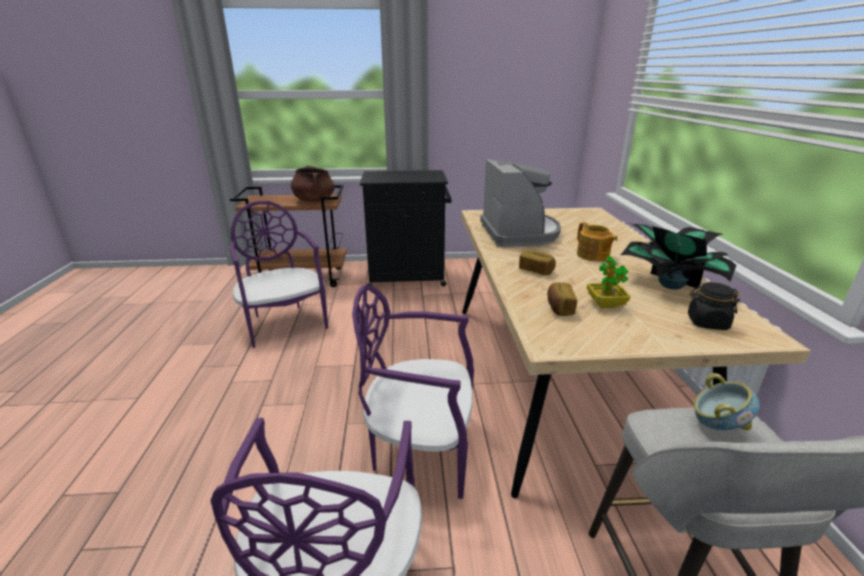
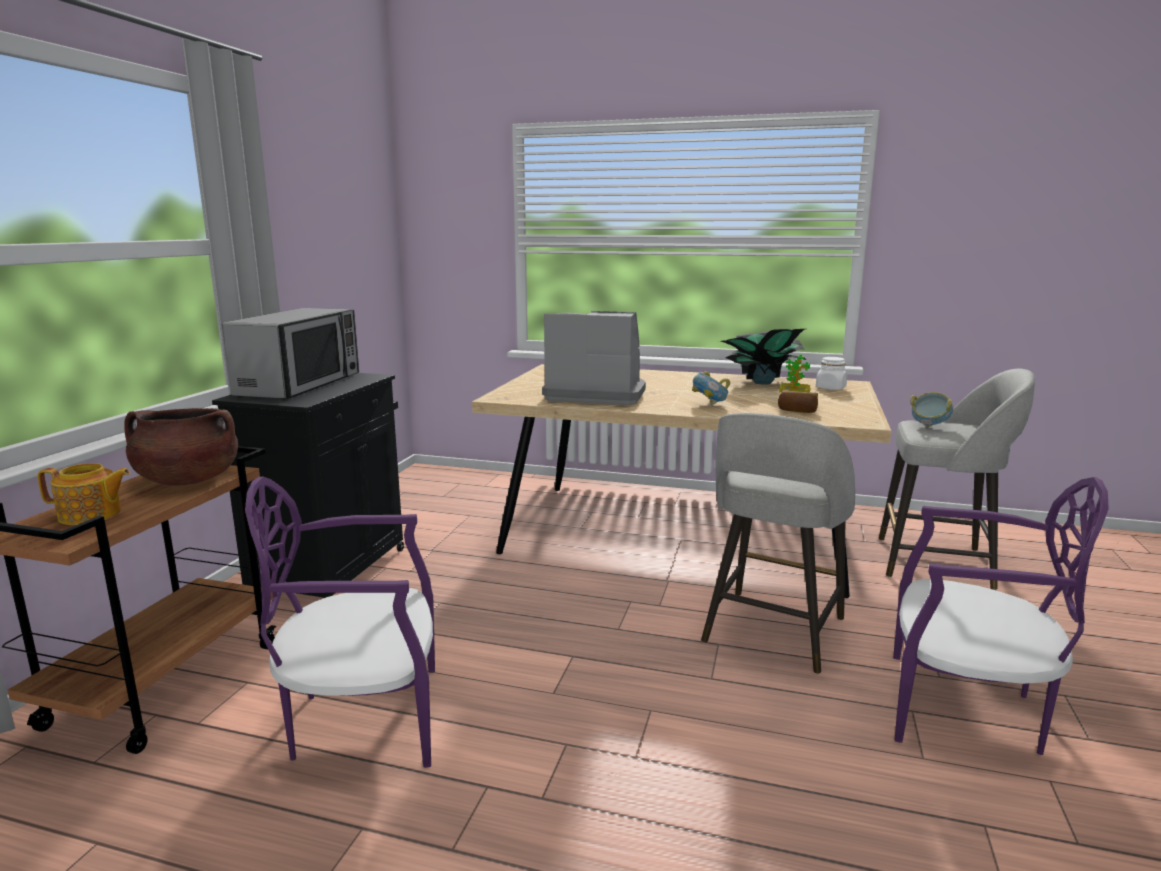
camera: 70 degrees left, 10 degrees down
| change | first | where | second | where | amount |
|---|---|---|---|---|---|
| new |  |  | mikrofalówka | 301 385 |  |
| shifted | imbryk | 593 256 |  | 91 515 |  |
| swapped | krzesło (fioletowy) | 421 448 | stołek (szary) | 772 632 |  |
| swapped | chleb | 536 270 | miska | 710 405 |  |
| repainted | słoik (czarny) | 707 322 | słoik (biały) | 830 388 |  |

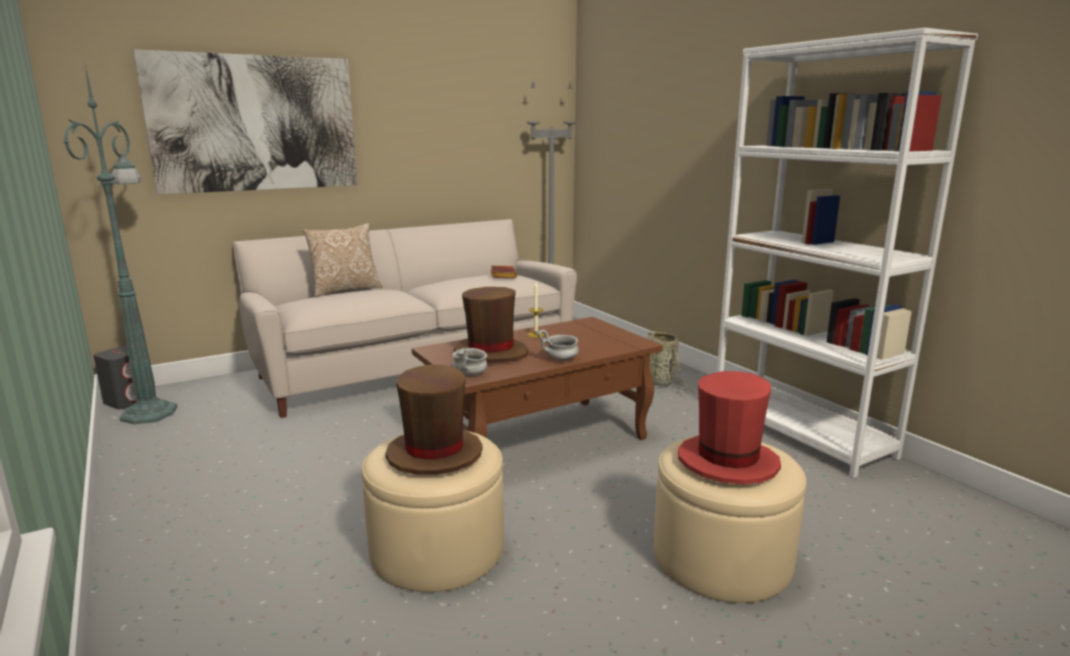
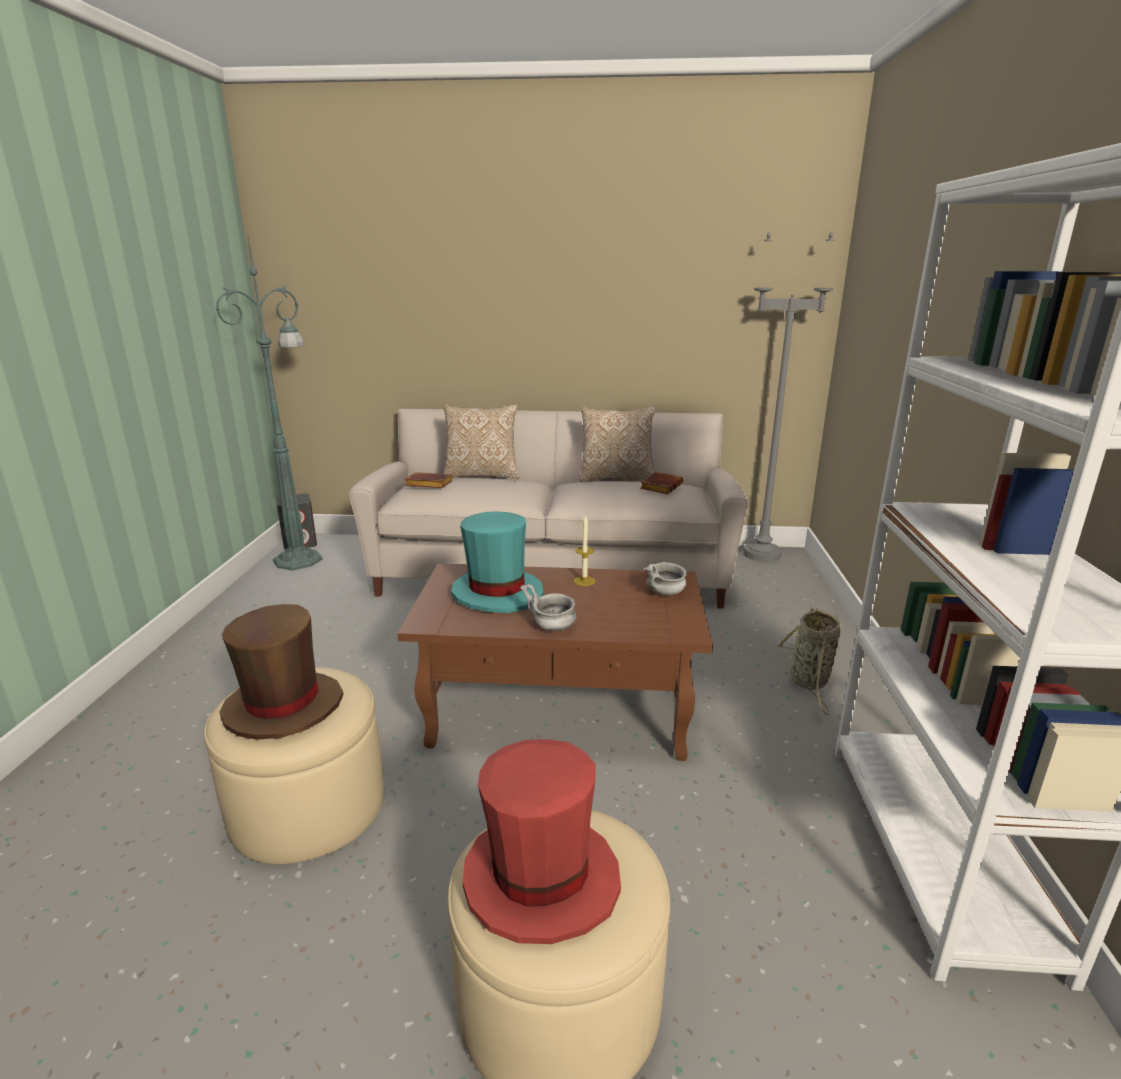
camera: 35 degrees right, 5 degrees up
| change | first | where | second | where | amount |
|---|---|---|---|---|---|
| gone | obraz | 255 123 |  |  |  |
| new |  |  | książka (brązowy) | 427 485 |  |
| new |  |  | poduszka | 616 478 |  |
| shifted | miska (szary) | 470 375 |  | 664 593 |  |
| repainted | kapelusz (brązowy) | 491 352 | kapelusz (turkusowy) | 497 593 |  |

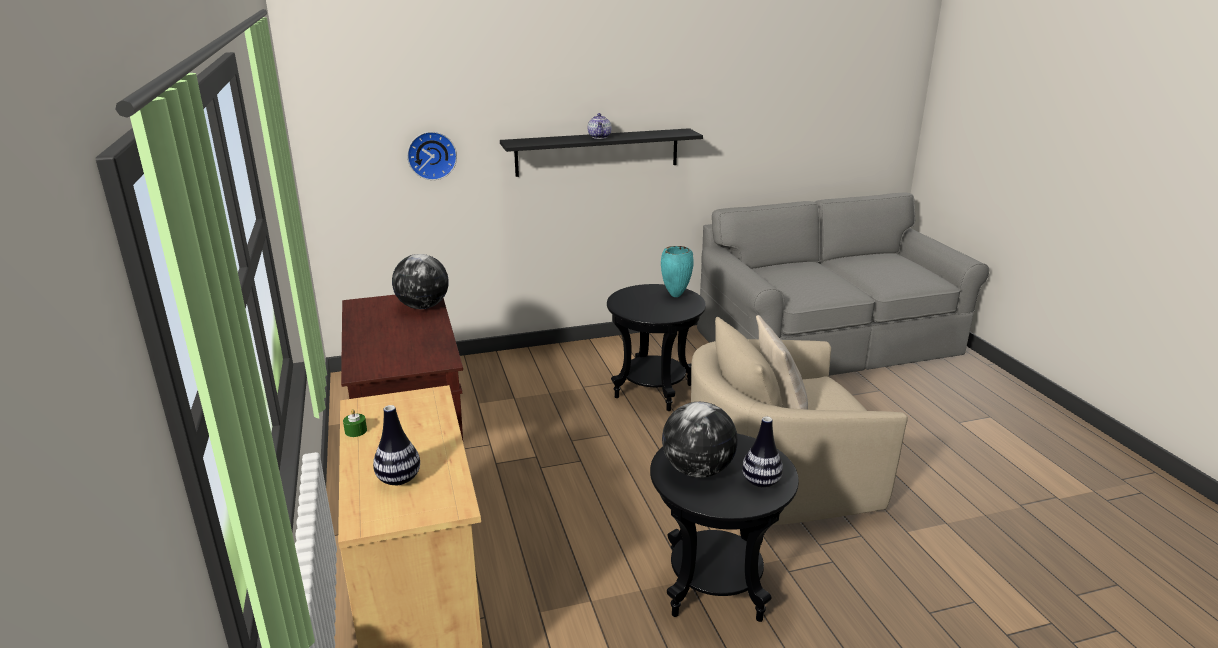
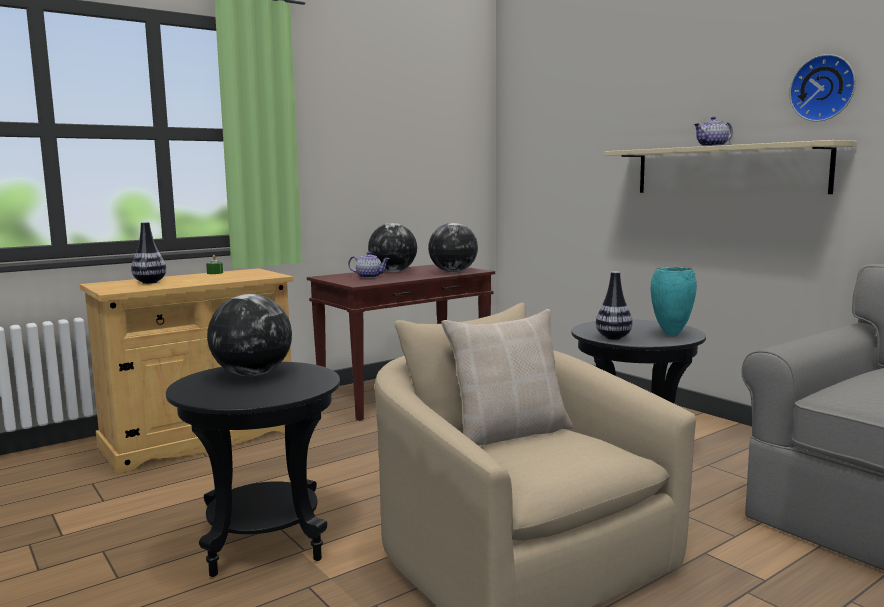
camera: 70 degrees right, 15 degrees down
| change | first | where | second | where | amount |
|---|---|---|---|---|---|
| new |  |  | imbryk | 369 277 |  |
| new |  |  | globus | 393 271 |  |
| shifted | zegar ścienny | 431 155 |  | 824 88 |  |
| shifted | wazon | 760 482 |  | 613 338 |  |
| repainted | półka (czarny) | 597 152 | półka (beżowy) | 727 170 |  |

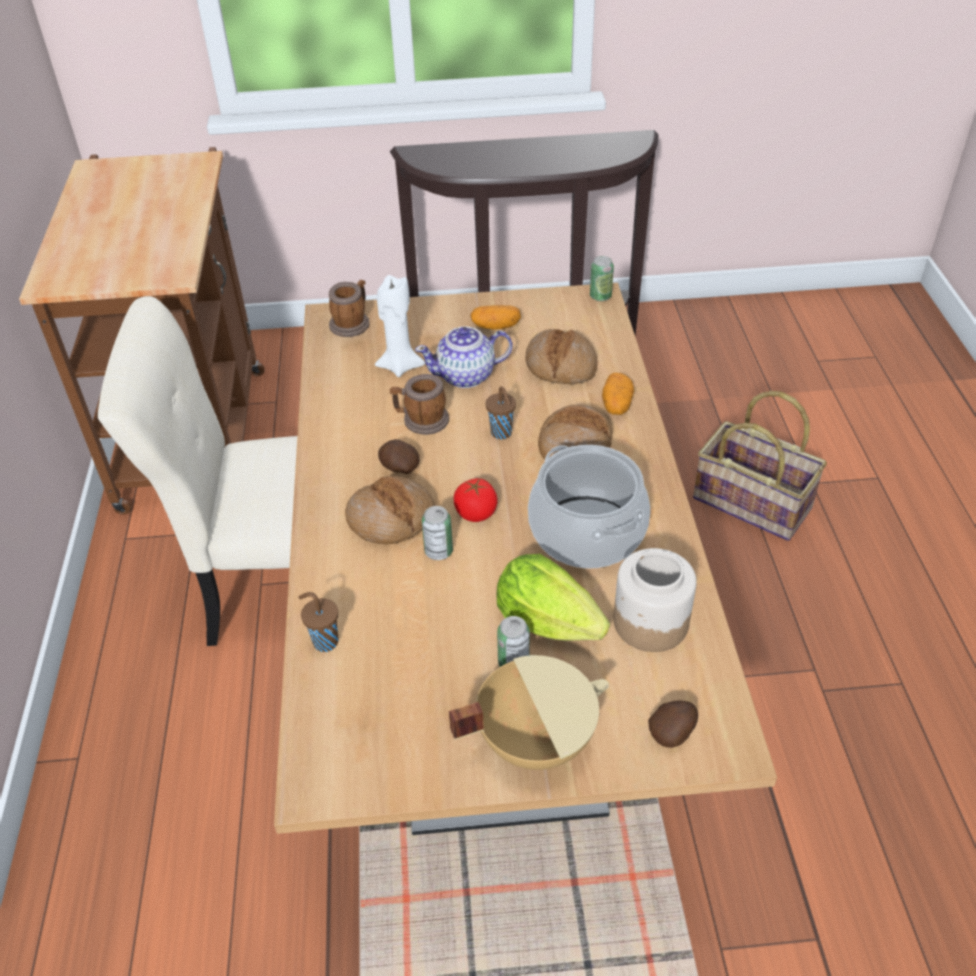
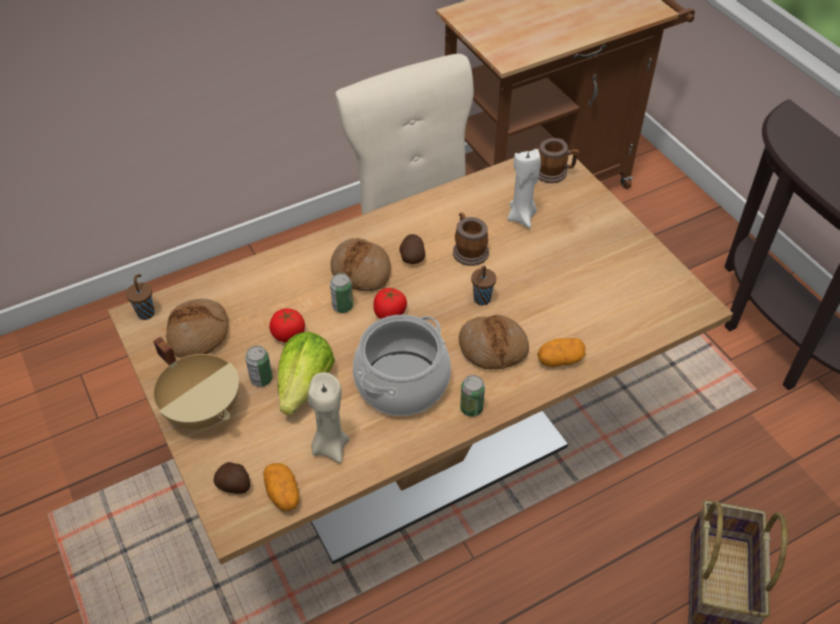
camera: 65 degrees right, 5 degrees up
| change | first | where | second | where | amount |
|---|---|---|---|---|---|
| gone | imbryk | 466 376 |  |  |  |
| new |  |  | pomidor | 288 334 |  |
| shifted | filiżanka (brązowy) | 324 641 |  | 146 312 |  |
| shifted | ziemniak | 495 326 |  | 283 494 |  |
| shifted | chleb | 561 366 |  | 199 334 |  |
| shifted | puszka | 600 296 |  | 471 408 |  |
| swapped | słoik | 649 622 | świeca (beżowy) | 330 446 |  |

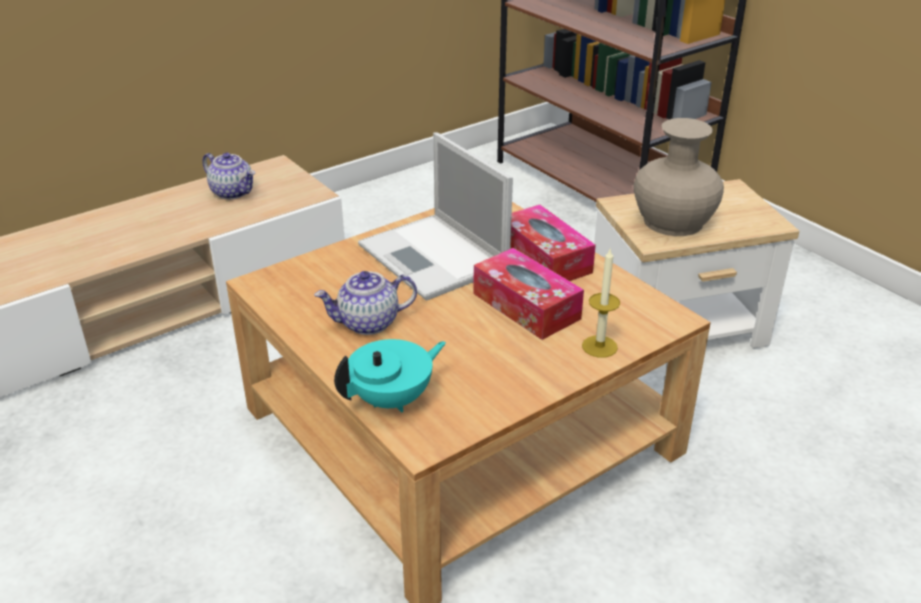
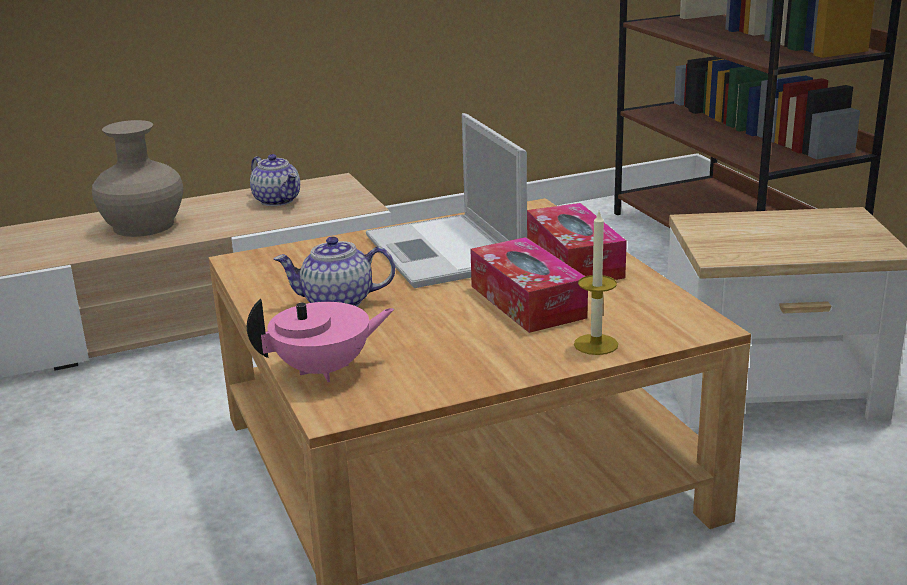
camera: 15 degrees right, 10 degrees down
| change | first | where | second | where | amount |
|---|---|---|---|---|---|
| shifted | wazon (beżowy) | 673 221 |  | 143 225 |  |
| repainted | imbryk (turkusowy) | 393 399 | imbryk (różowy) | 324 370 |  |

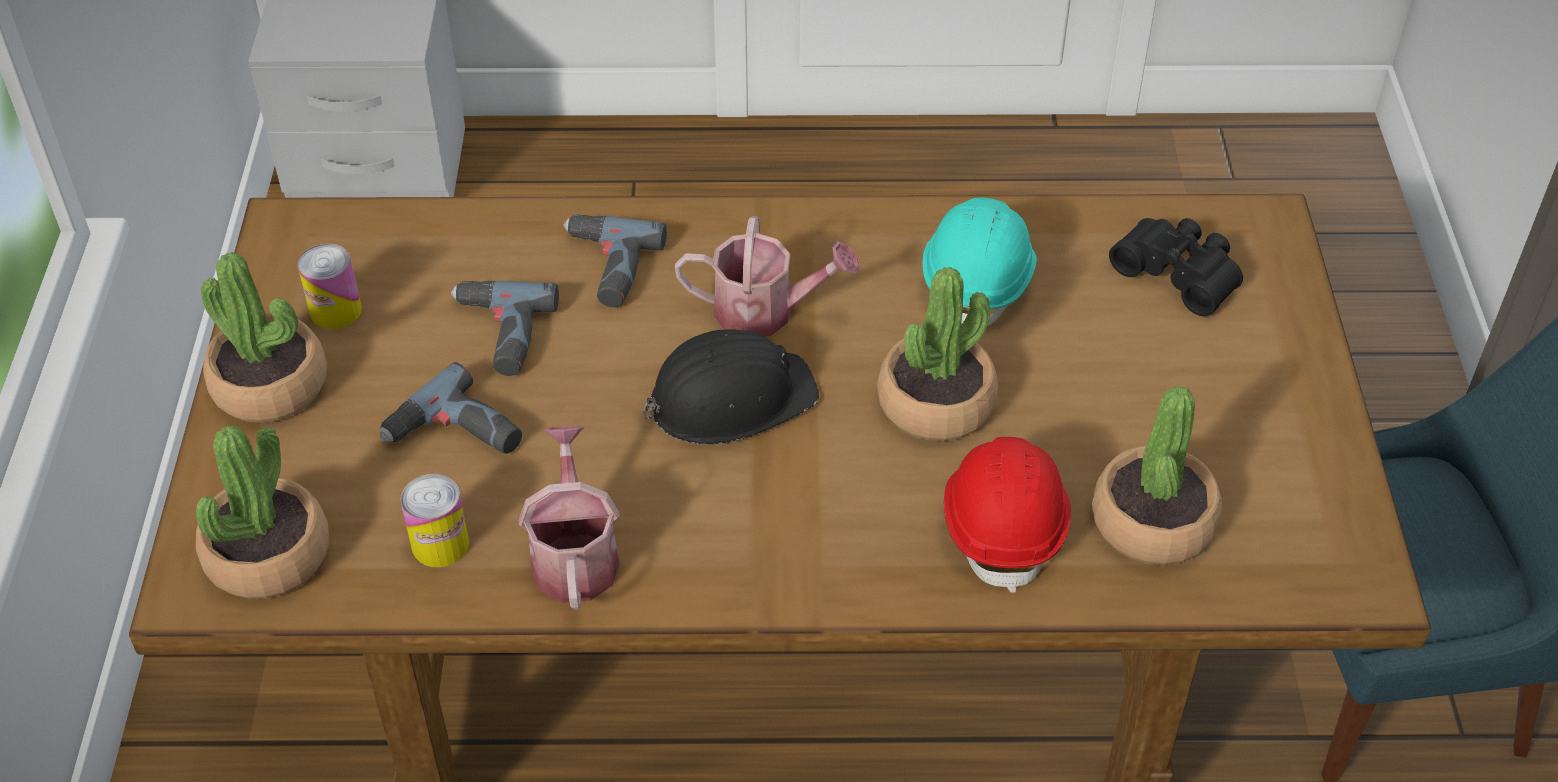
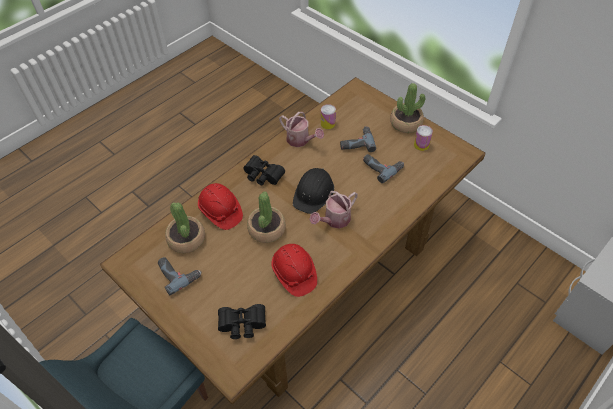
camera: 135 degrees right, 5 degrees up
| change | first | where | second | where | amount |
|---|---|---|---|---|---|
| gone | roślina doniczkowa | 268 555 |  |  |  |
| new |  |  | lornetka (czarny) | 262 176 |  |
| shifted | wiertarka | 605 268 |  | 178 273 |  |
| repainted | kask (turkusowy) | 979 281 | kask (czerwony) | 294 274 |  |

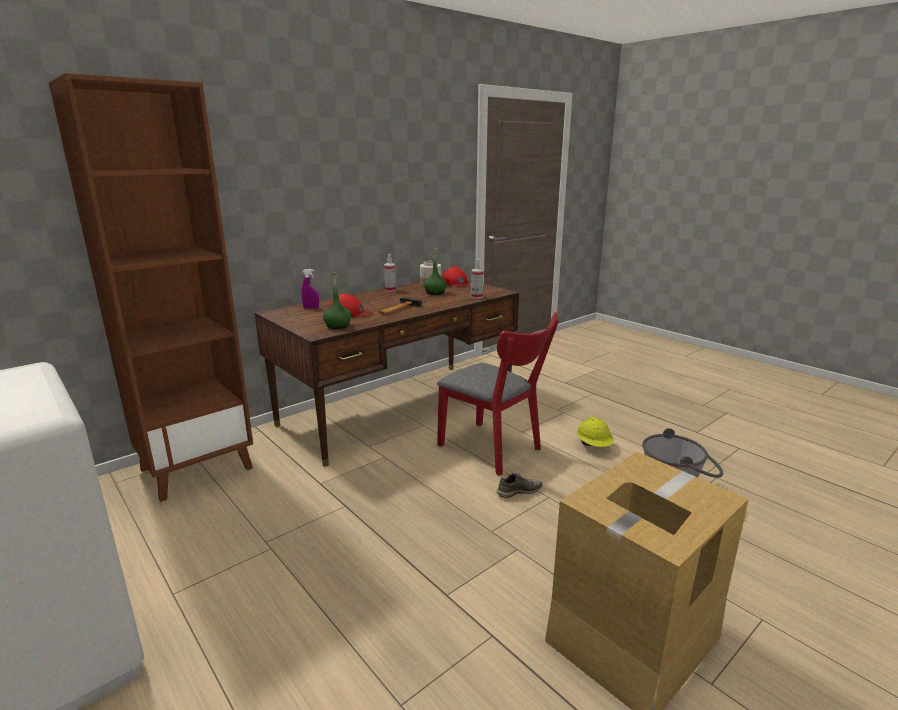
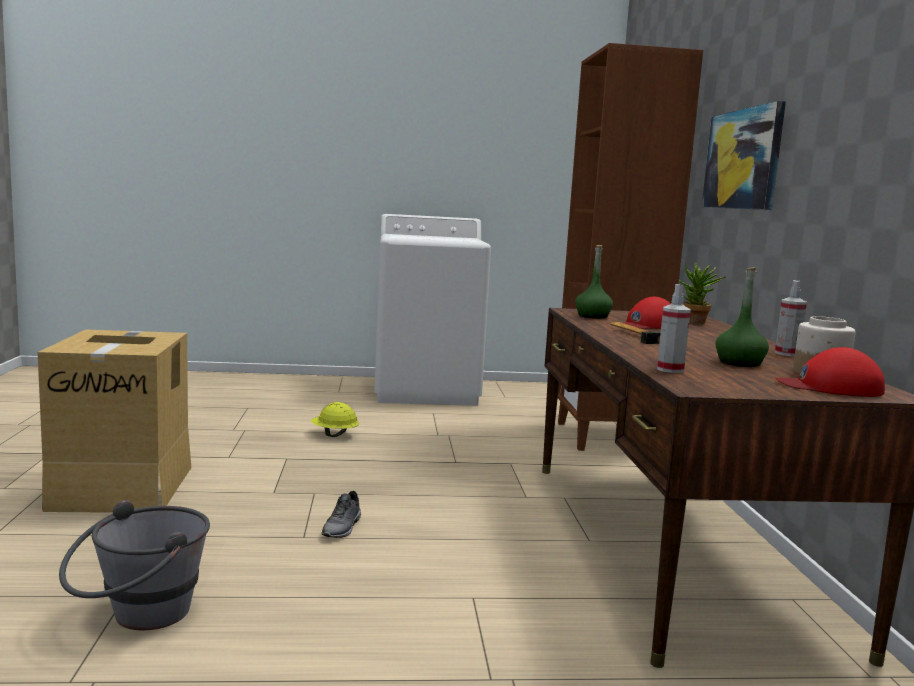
camera: 125 degrees right, 10 degrees down
| change | first | where | second | where | amount |
|---|---|---|---|---|---|
| gone | krzesło (czerwony) | 495 450 |  |  |  |
| new |  |  | obraz | 743 159 |  |
| shifted | kask (żółty) | 594 446 |  | 334 435 |  |
| swapped | spryskiwacz (fioletowy) | 311 308 | roślina doniczkowa | 695 322 |  |

